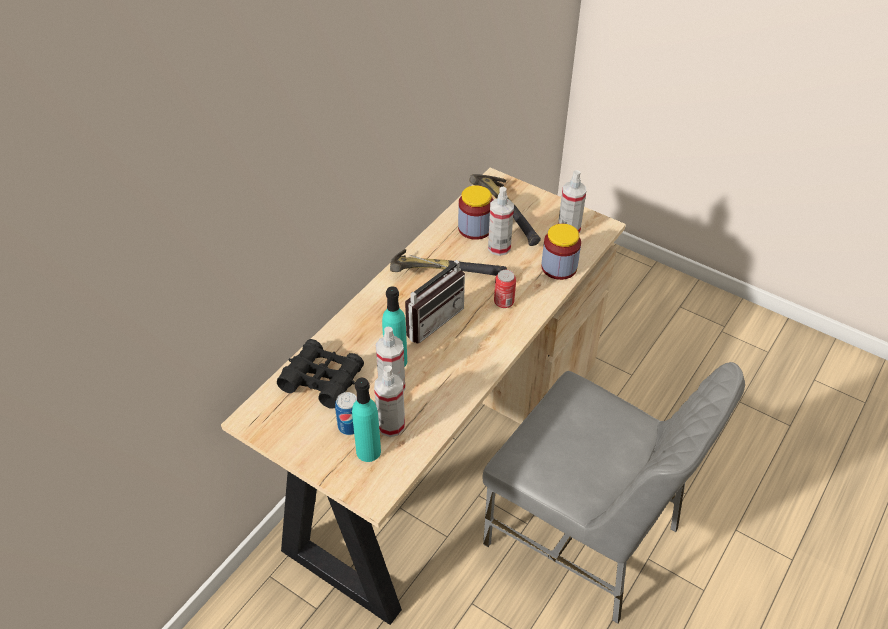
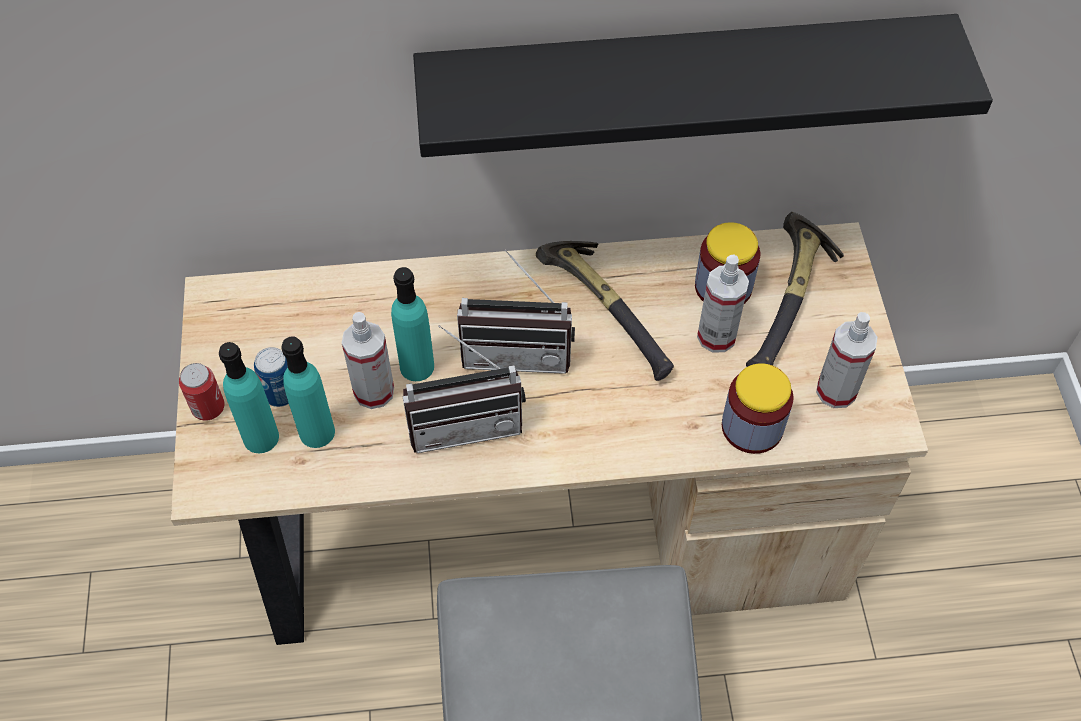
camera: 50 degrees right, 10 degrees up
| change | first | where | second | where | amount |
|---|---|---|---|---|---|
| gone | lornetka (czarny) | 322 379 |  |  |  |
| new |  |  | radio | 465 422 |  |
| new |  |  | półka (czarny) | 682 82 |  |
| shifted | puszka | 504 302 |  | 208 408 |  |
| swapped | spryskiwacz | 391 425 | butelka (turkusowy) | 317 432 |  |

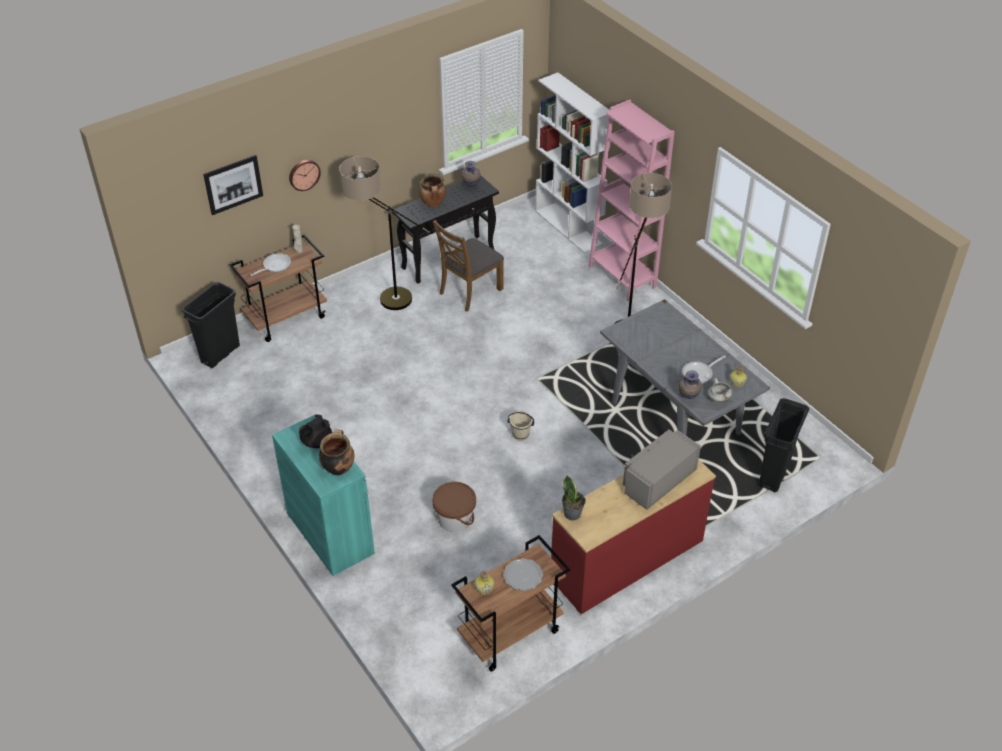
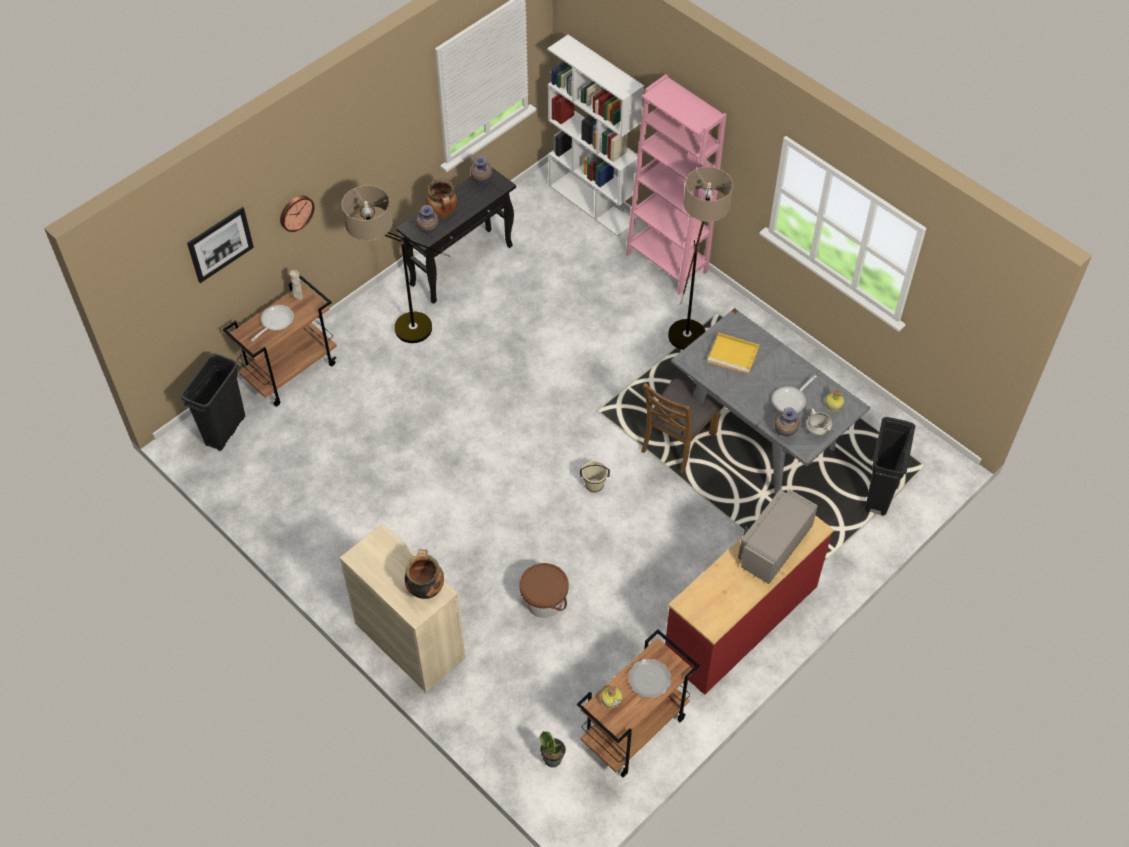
camera: 10 degrees left, 10 degrees up
| change | first | where | second | where | amount |
|---|---|---|---|---|---|
| gone | imbryk (czarny) | 316 442 |  |  |  |
| new |  |  | wazon | 428 233 |  |
| new |  |  | taca (żółty) | 734 355 |  |
| shifted | krzesło (brązowy) | 470 291 |  | 677 442 |  |
| shifted | roślina doniczkowa | 572 513 |  | 553 758 |  |
| repainted | szafka (turkusowy) | 330 533 | szafka (beżowy) | 410 640 |  |

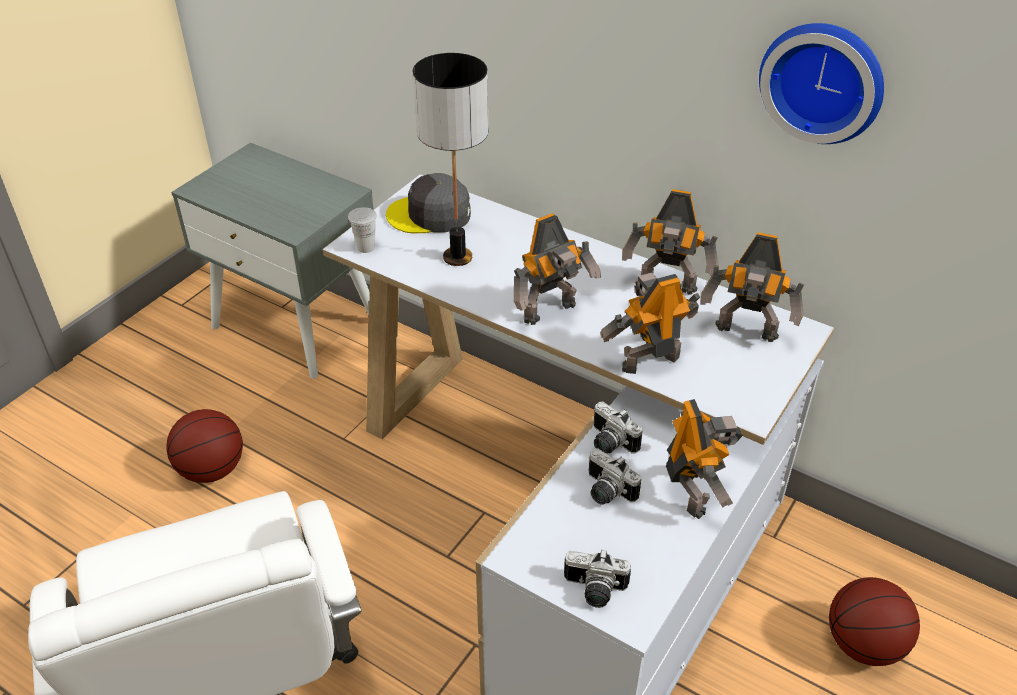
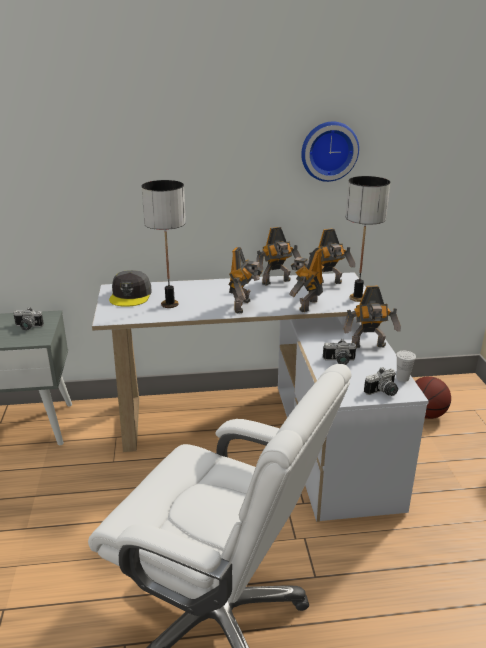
camera: 40 degrees left, 15 degrees down
| change | first | where | second | where | amount |
|---|---|---|---|---|---|
| gone | piłka do koszykówki | 212 470 |  |  |  |
| new |  |  | lampa stołowa | 358 298 |  |
| shifted | filiżanka (biały) | 366 247 |  | 402 378 |  |
| shifted | aparat fotograficzny | 609 443 |  | 27 327 |  |
| rotated | czapka z daszkiem (szary) | 430 214 |  | 131 295 | 45 degrees counterclockwise |
| rotated | robot zabawkowy | 692 491 |  | 369 346 | 135 degrees clockwise |

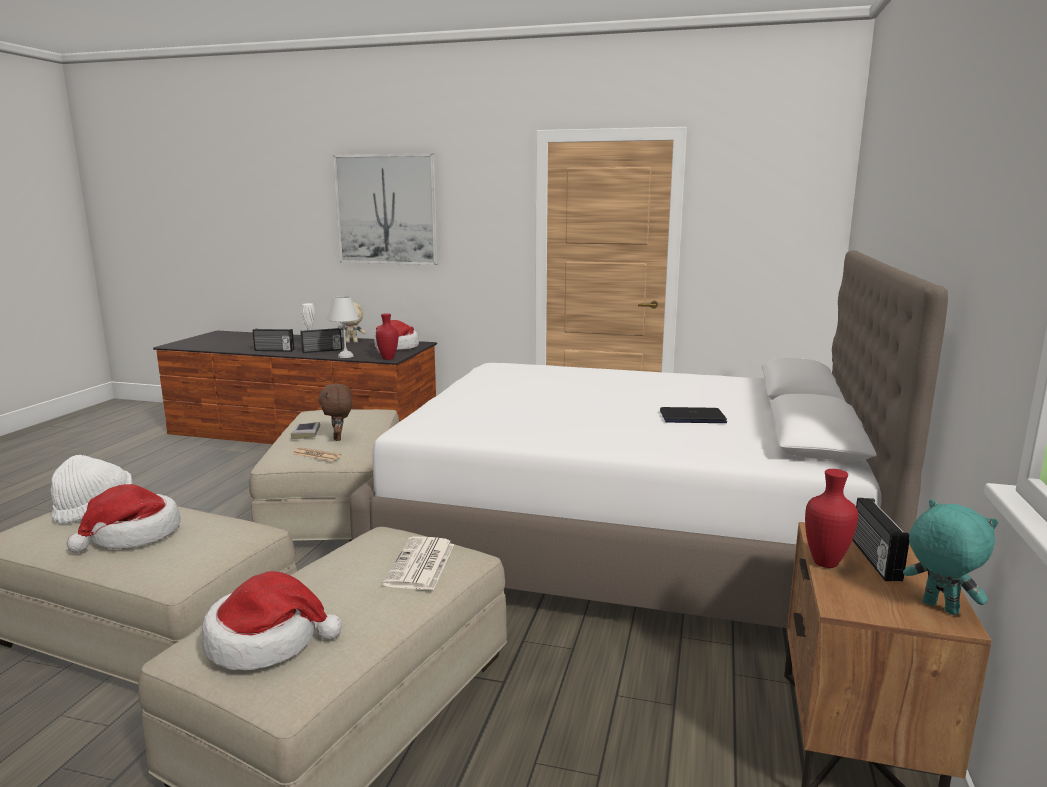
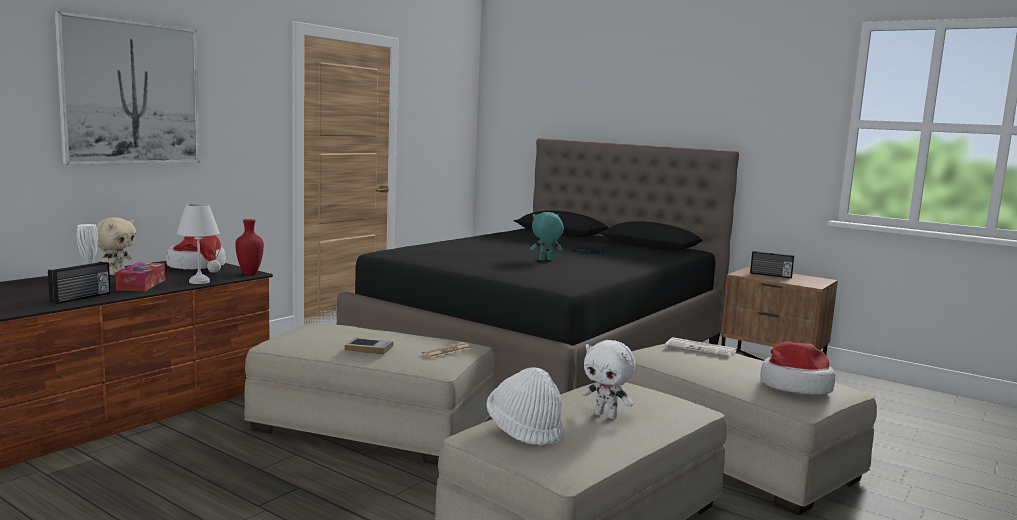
camera: 70 degrees left, 5 degrees down
| change | first | where | second | where | amount |
|---|---|---|---|---|---|
| gone | pluszak (brązowy) | 339 438 |  |  |  |
| gone | wazon (czerwony) | 825 562 |  |  |  |
| shifted | pluszak (turkusowy) | 938 608 |  | 545 260 |  |
| swapped | kapelusz | 133 535 | pluszak (biały) | 606 415 |  |
| swapped | radio | 322 351 | pudełko chusteczek | 141 285 |  |
| repainted | łóżko (biały) | 626 538 | łóżko (czarny) | 544 355 |  |

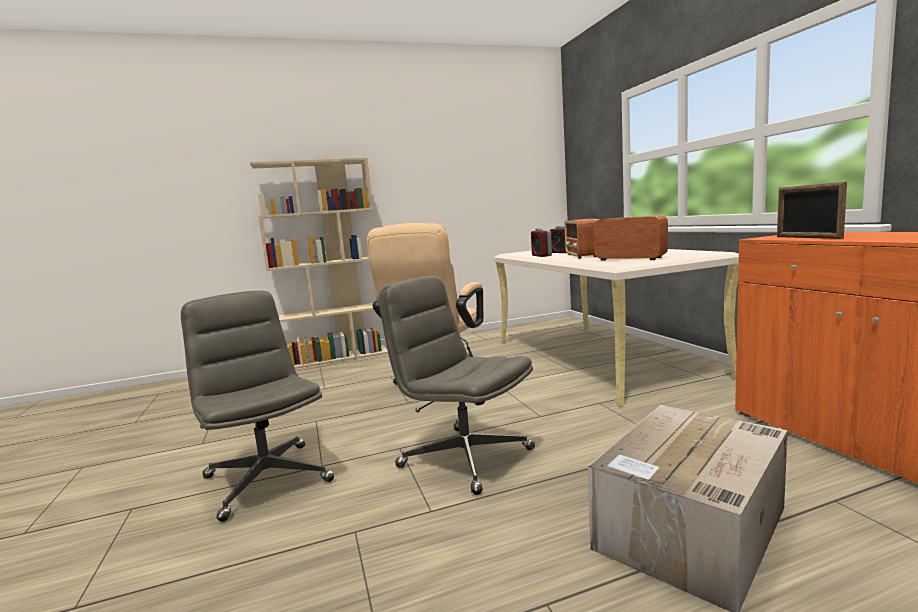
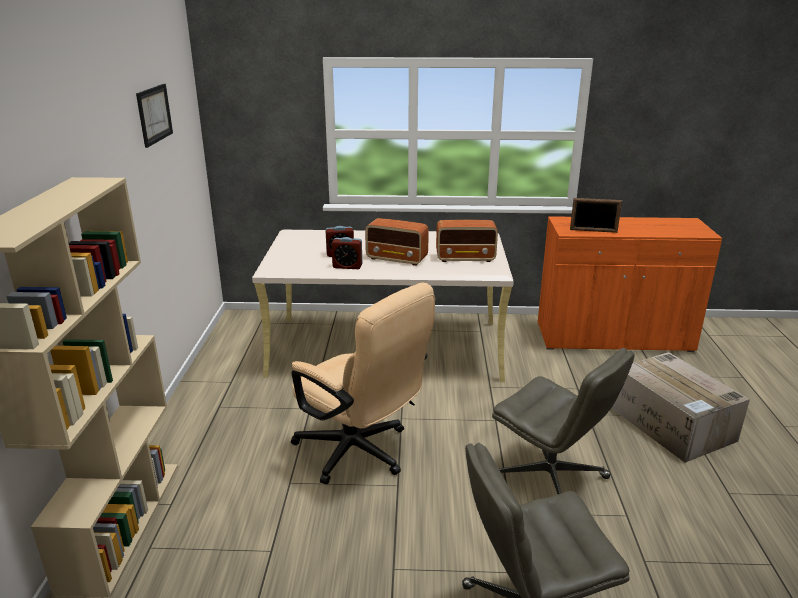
camera: 70 degrees left, 15 degrees up
| change | first | where | second | where | amount |
|---|---|---|---|---|---|
| new |  |  | obraz | 154 114 |  |
| rotated | krzesło biurowe (szary) | 464 458 |  | 551 479 | 105 degrees counterclockwise |
| rotated | radio | 629 259 |  | 466 258 | 150 degrees counterclockwise |

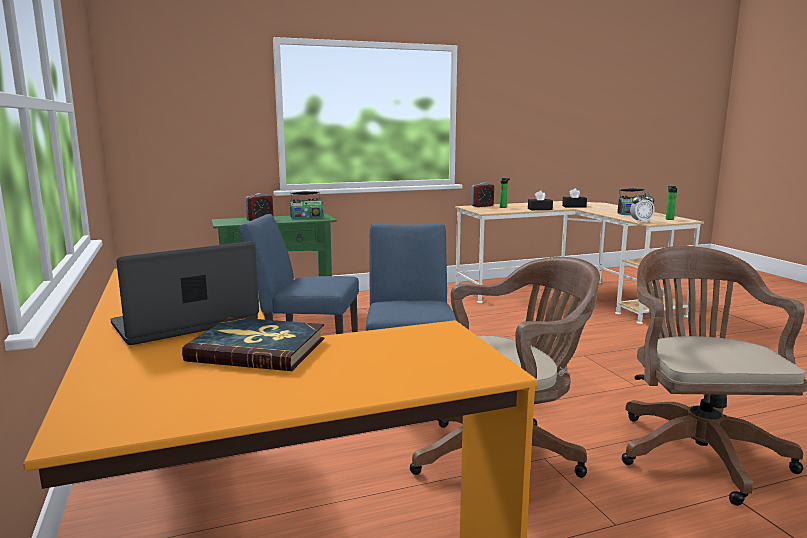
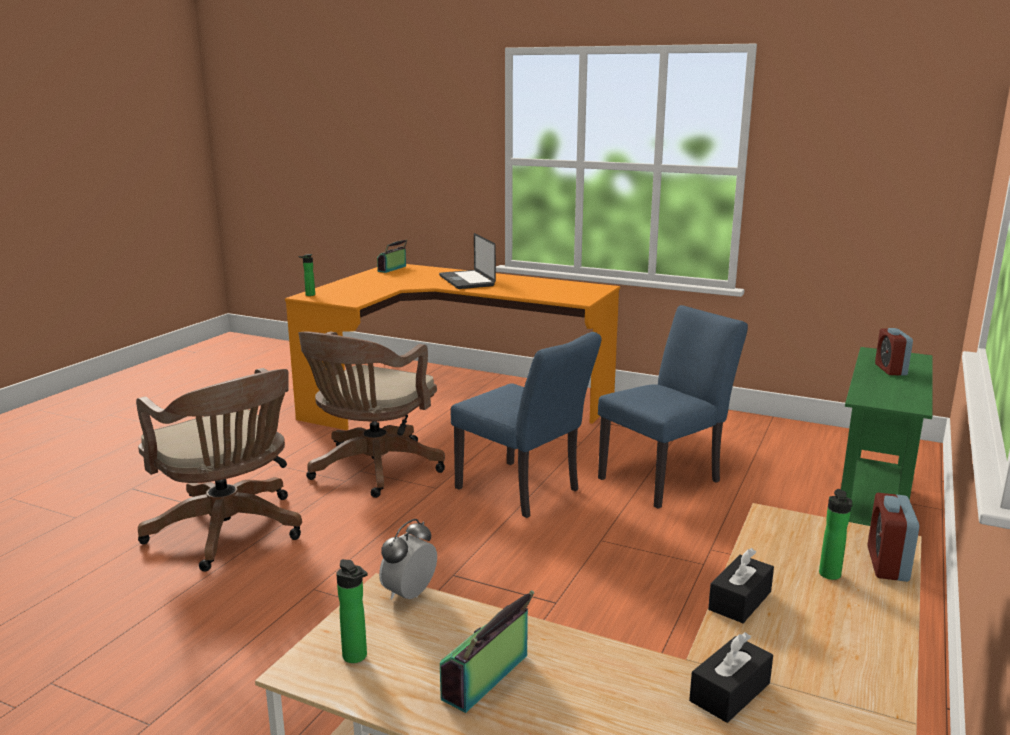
camera: 135 degrees right, 5 degrees up
| change | first | where | second | where | amount |
|---|---|---|---|---|---|
| gone | książka | 258 349 |  |  |  |
| new |  |  | butelka | 309 295 |  |
| shifted | radio | 306 217 |  | 393 269 |  |
| rotated | laptop | 186 323 |  | 466 281 | 150 degrees clockwise |

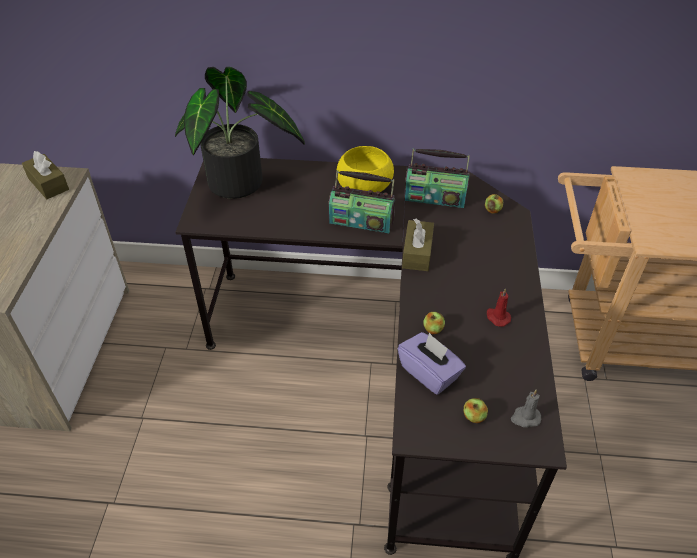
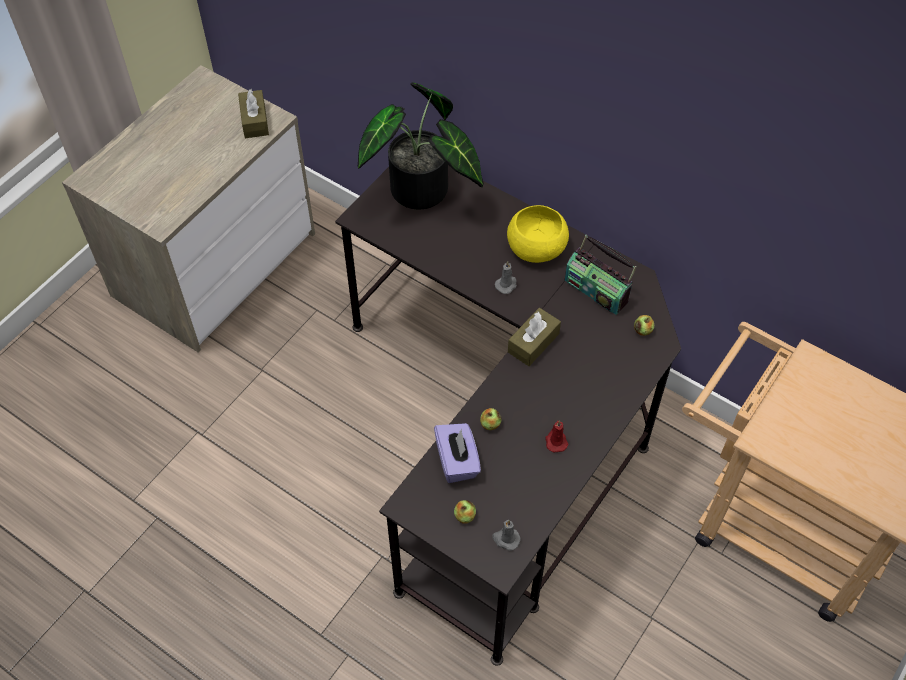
camera: 30 degrees right, 10 degrees up
| change | first | where | second | where | amount |
|---|---|---|---|---|---|
| swapped | radio | 361 221 | świeca (szary) | 506 285 |  |

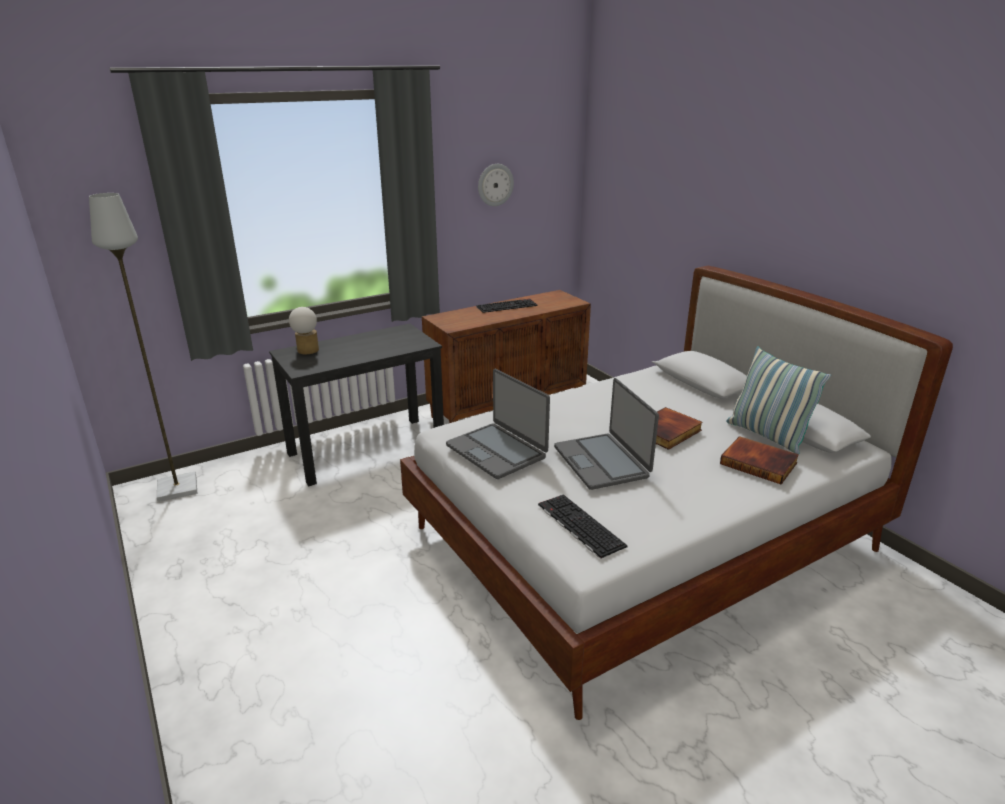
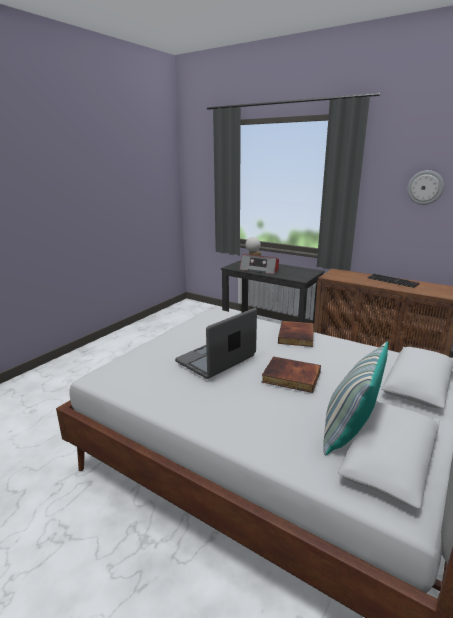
camera: 65 degrees right, 5 degrees down
| change | first | where | second | where | amount |
|---|---|---|---|---|---|
| gone | lampa stojąca (szary) | 176 488 |  |  |  |
| gone | laptop | 497 451 |  |  |  |
| gone | klawiatura | 578 525 |  |  |  |
| new |  |  | radio | 259 270 |  |
| shifted | książka | 759 463 |  | 297 336 |  |

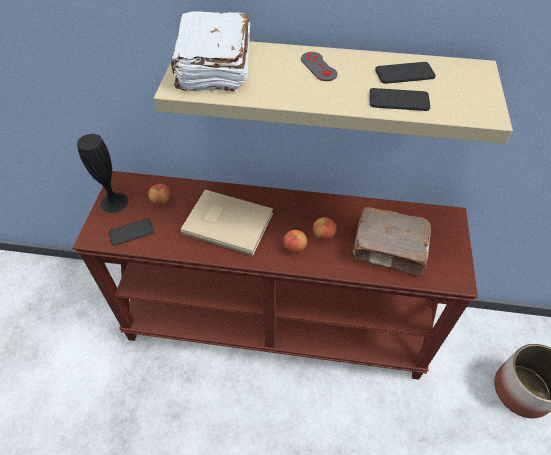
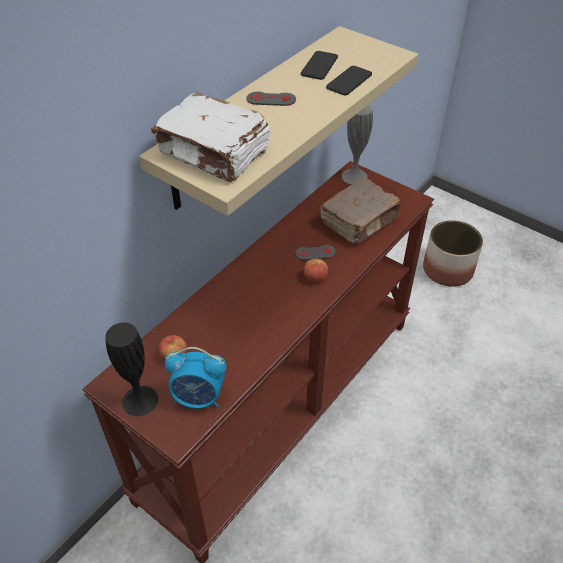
camera: 60 degrees left, 5 degrees down
| change | first | where | second | where | amount |
|---|---|---|---|---|---|
| gone | książka (beżowy) | 227 222 |  |  |  |
| new |  |  | wazon (szary) | 354 176 |  |
| swapped | telefon | 131 232 | budzik | 199 397 |  |
| swapped | jabłko | 323 234 | pad do gier (szary) | 315 253 |  |

